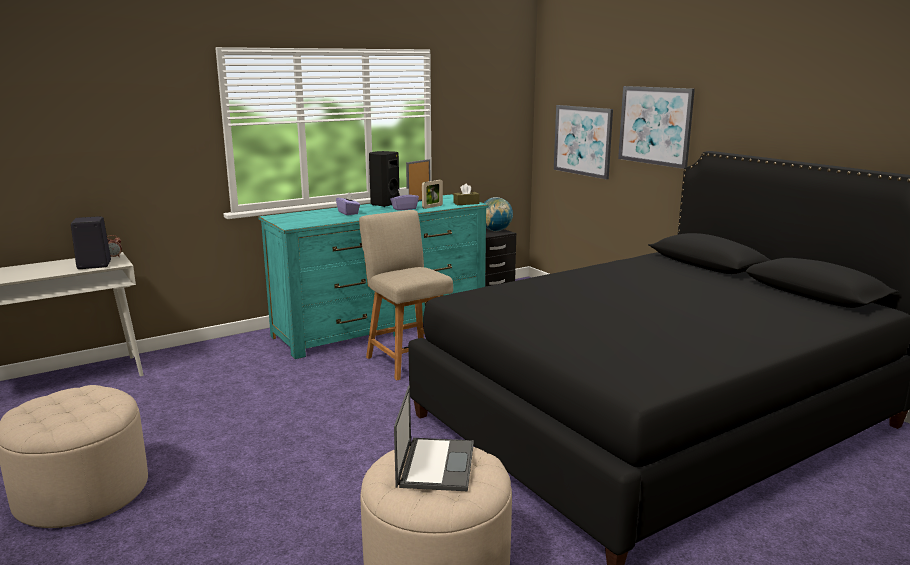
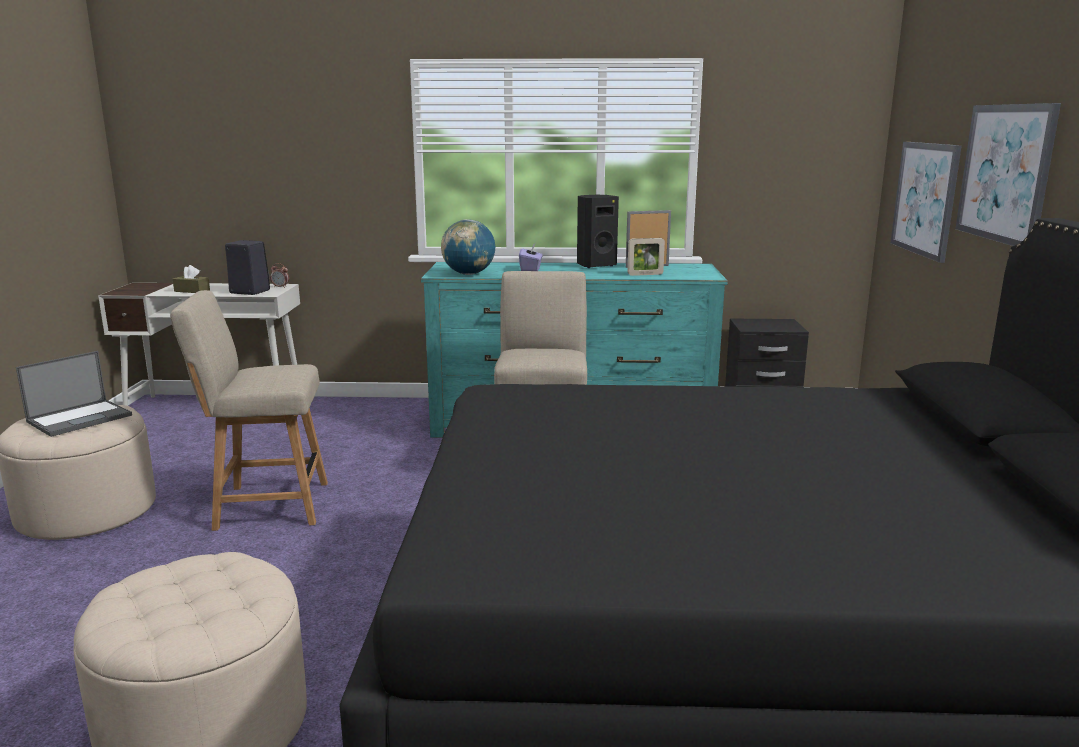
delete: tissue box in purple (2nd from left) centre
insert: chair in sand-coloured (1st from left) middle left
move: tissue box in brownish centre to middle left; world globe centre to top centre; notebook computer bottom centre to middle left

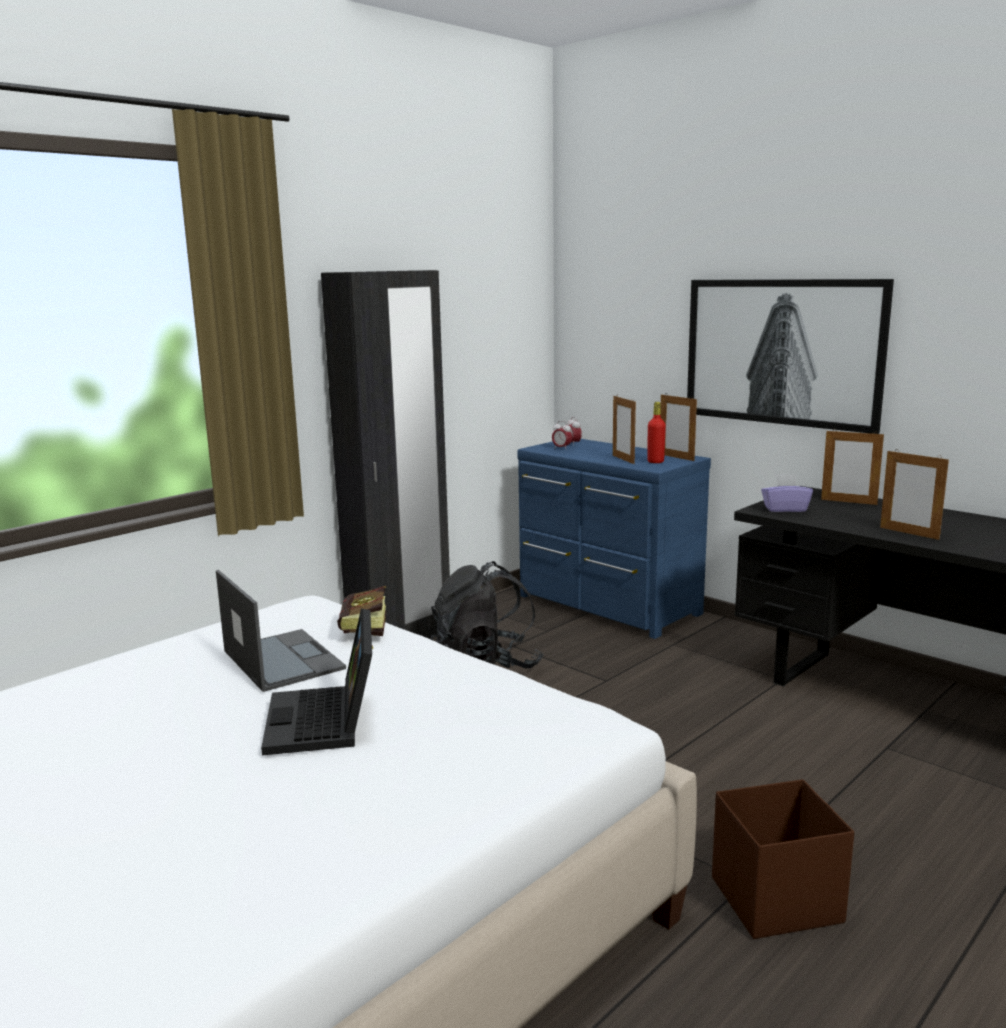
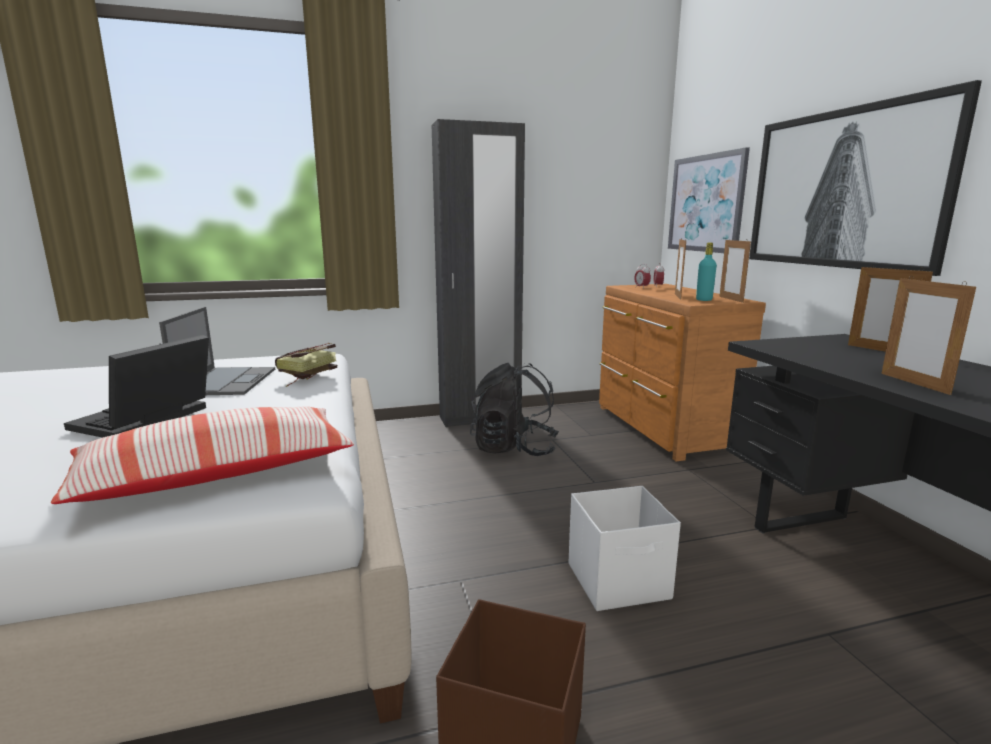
delete: tissue box in purple middle right
insert: picture (1st from left) top right; pillow middle left; storage container in white-coloured bottom centre
recolor: bottle in reddish centre to bottle in turquoise middle right; chest of drawers in blue centre to chest of drawers in brownish middle right

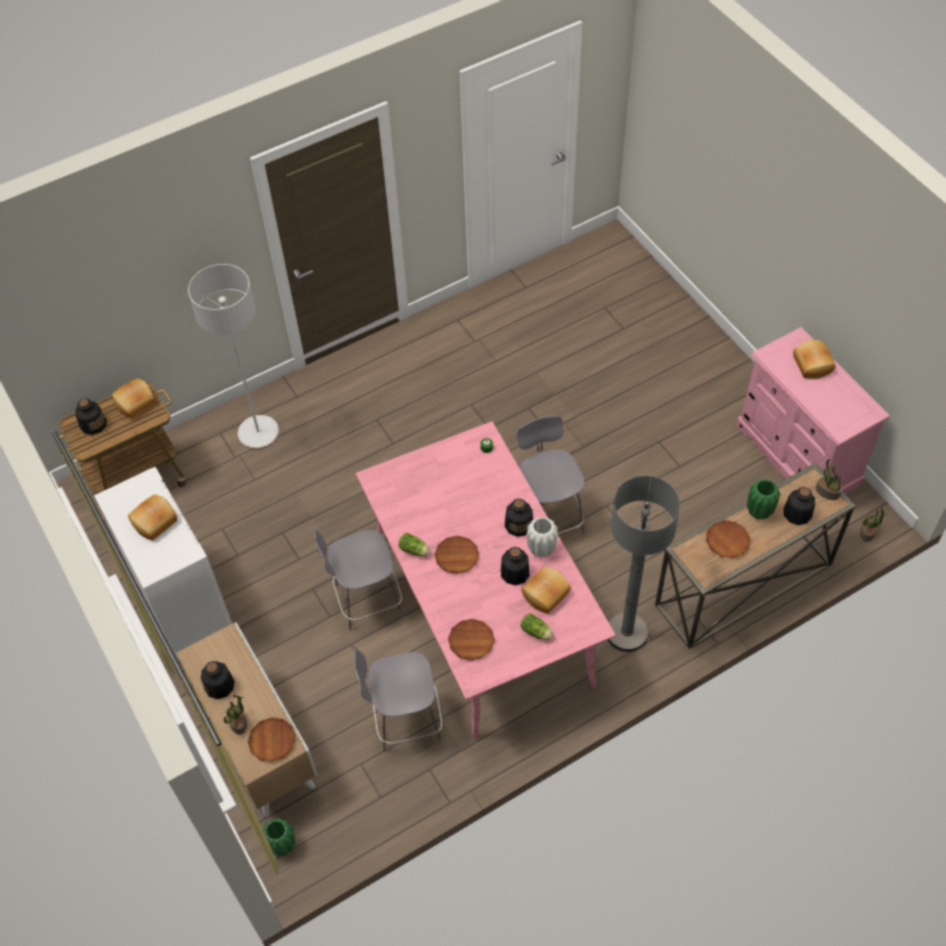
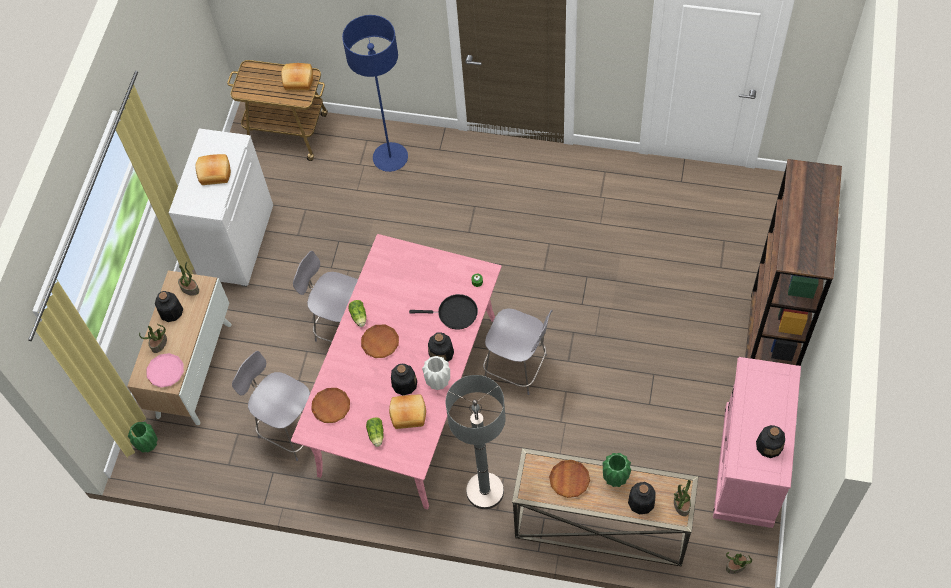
delete: bread (4th from left) middle right
insert: bookshelf in brownish middle right; houseplant (2nd from left) middle left; frying pan in black centre
move: bottle (1st from left in the first image) middle left to bottle (5th from left) bottom right
recolor: standard lamp in grey (1st from left) middle left to standard lamp in blue top centre; dinner plate in brownish (1st from left) bottom left to dinner plate in pinkish middle left
rotate: chair in grey (3rd from left) centre = centre 90 degrees clockwise

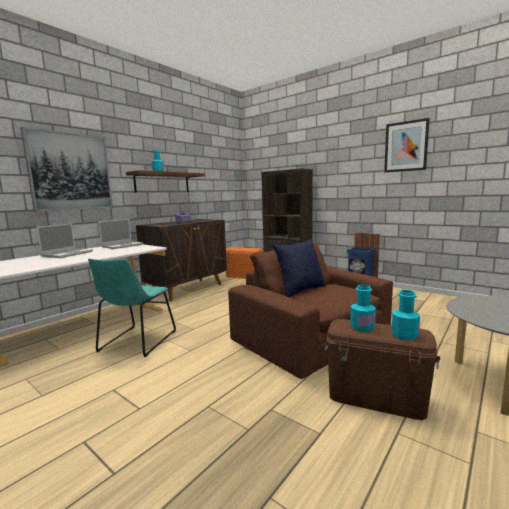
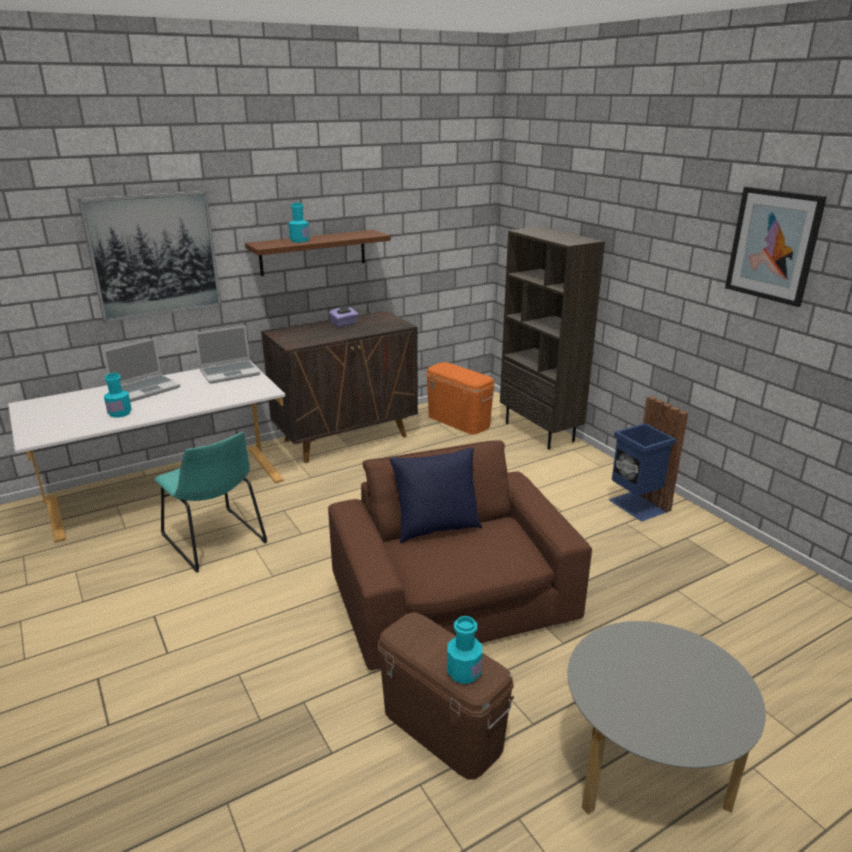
move: bottle in turquoise (2nd from left in the first image) middle right to bottle in turquoise (1st from left) middle left
rotate: chair in turquoise middle left = middle left 75 degrees counterclockwise

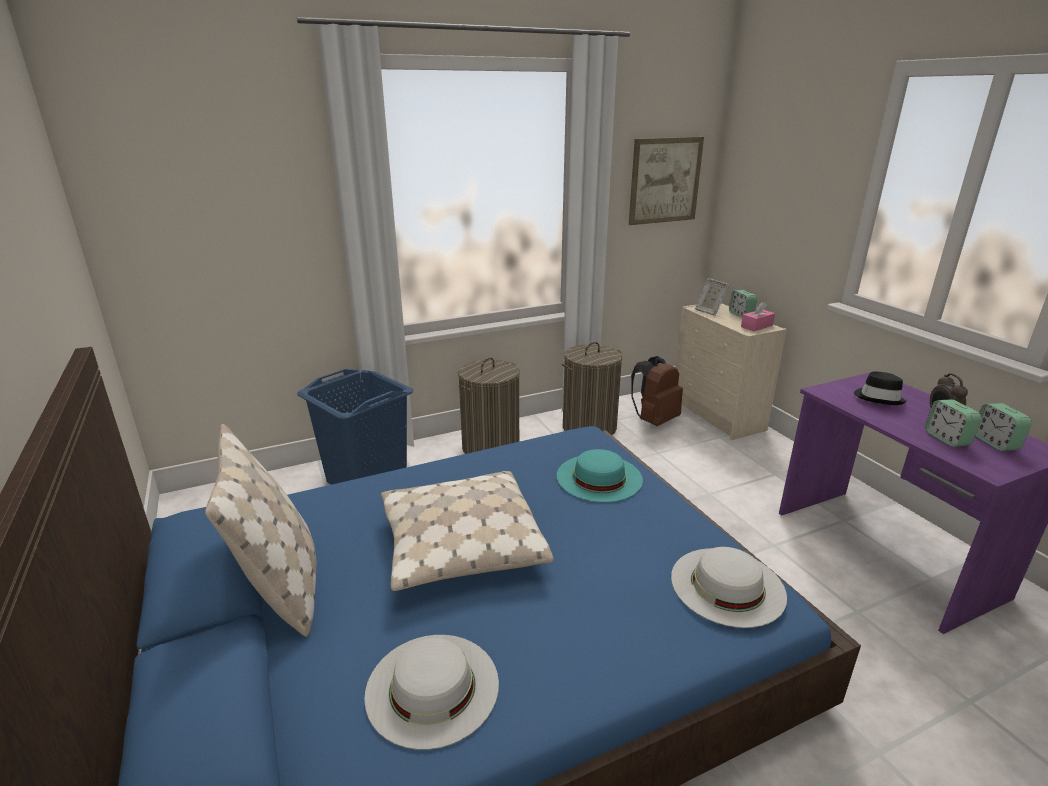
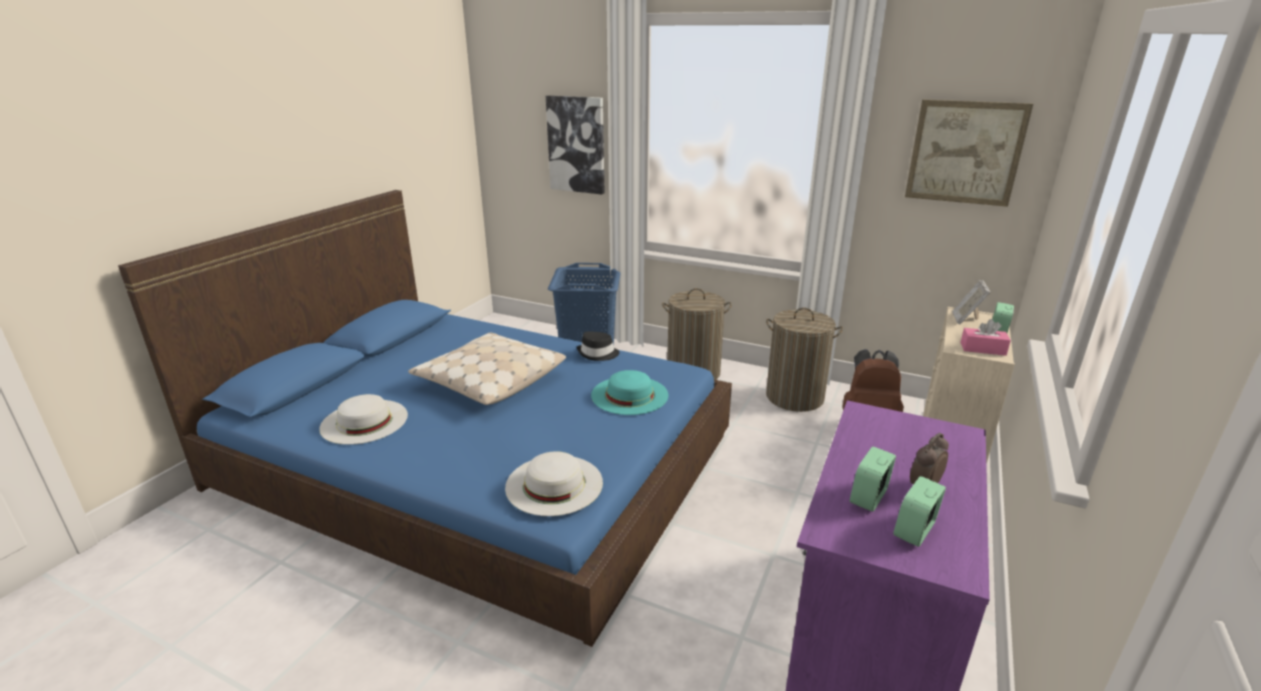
delete: pillow in sand-coloured (1st from left) bottom left
insert: picture (1st from left) top centre
move: hat in black middle right to centre

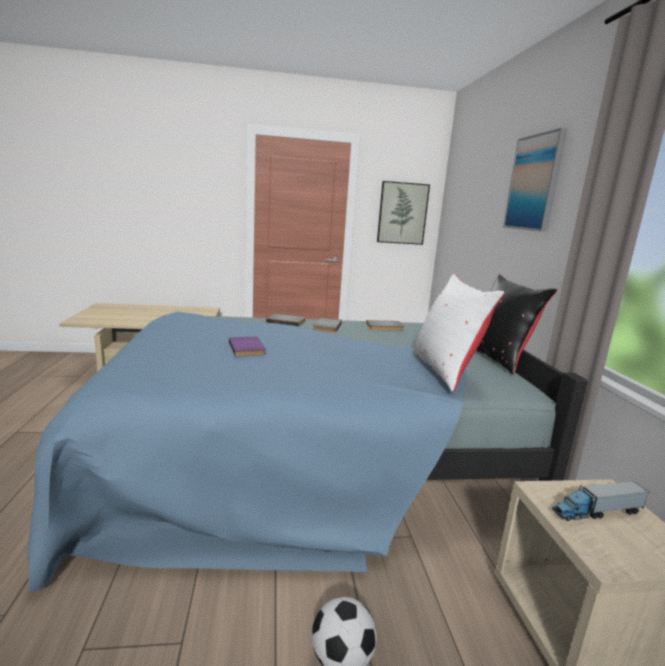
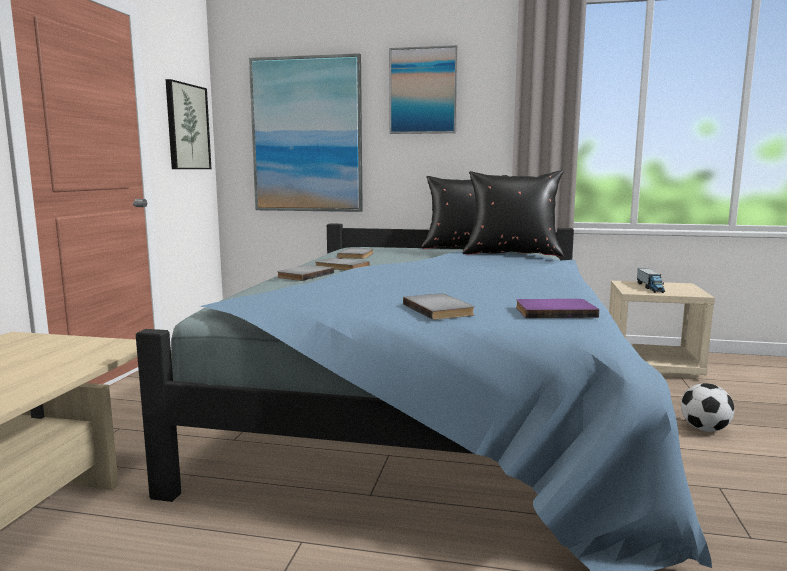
insert: picture (2nd from left) top centre; book in grey (4th from left) centre
move: book in purple centre to middle right
recolor: pillow in white-coloured middle right to pillow in black (2nd from left) centre

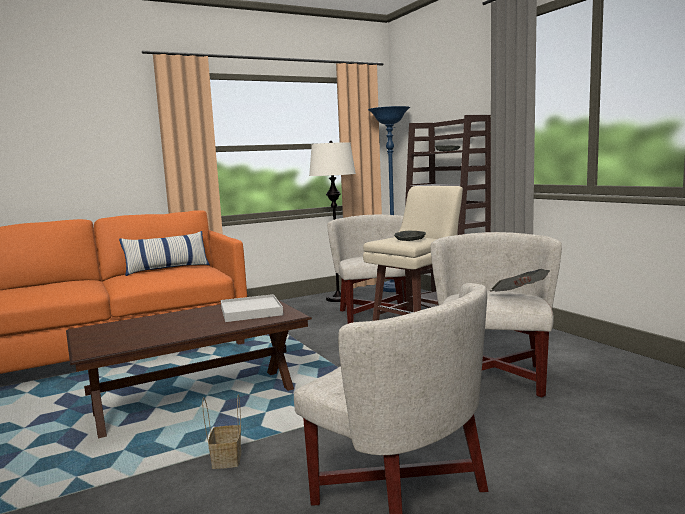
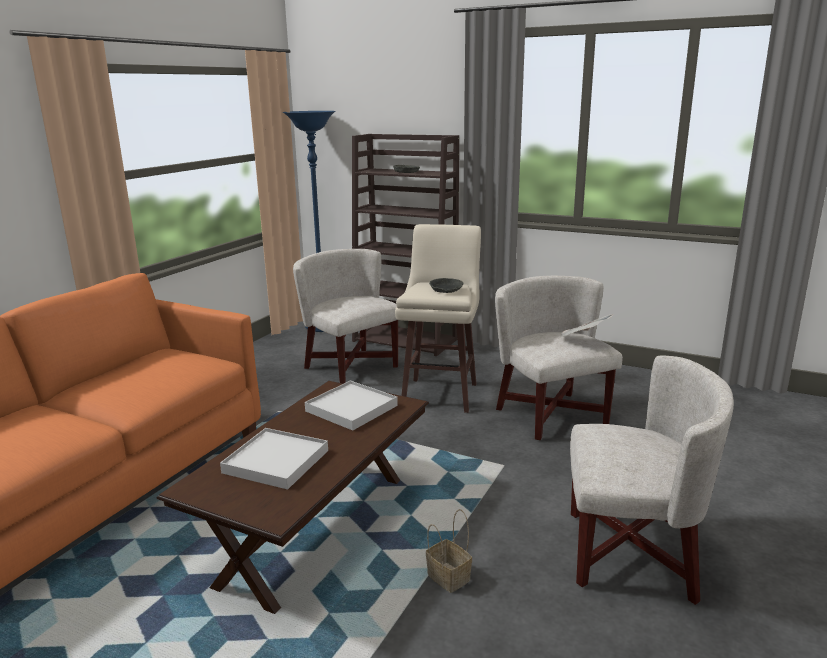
delete: standard lamp in white-coloured centre; pillow middle left
insert: carrying tray in white-coloured (1st from left) bottom left

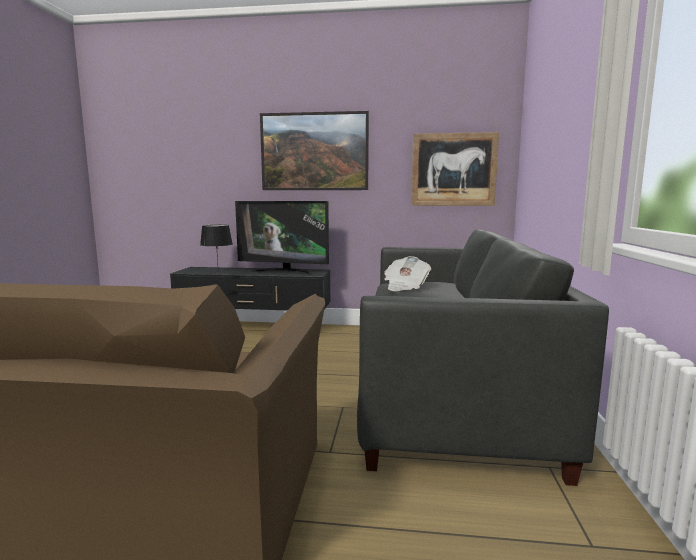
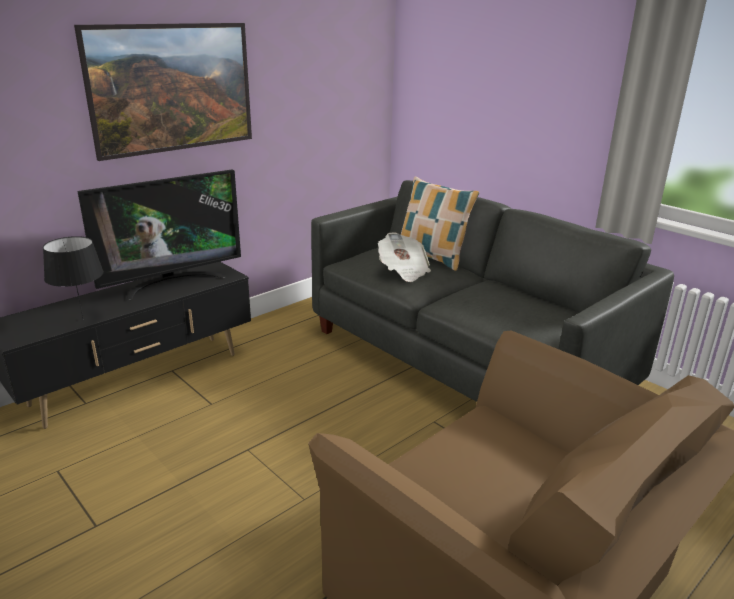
delete: picture (2nd from left) top centre
insert: pillow centre

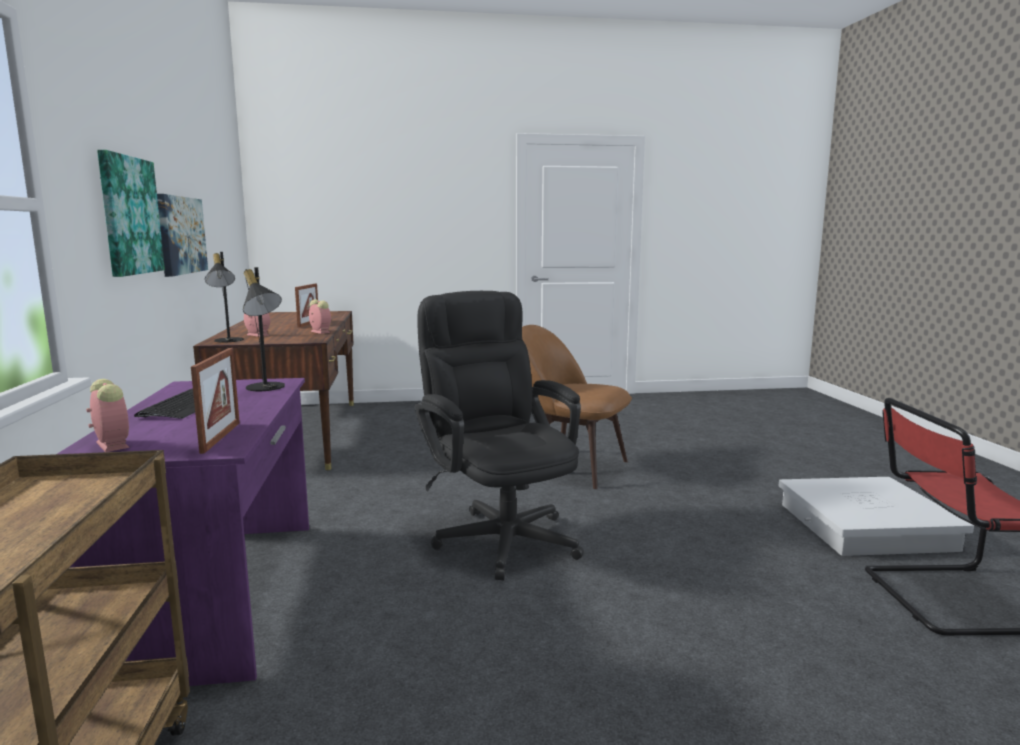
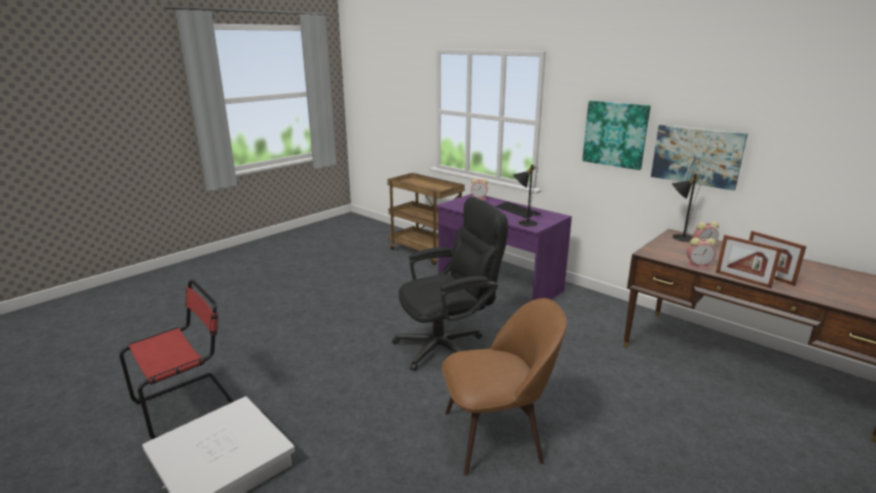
move: photo frame (1st from left) middle left to middle right
rotate: computer chair in black centre = centre 45 degrees counterclockwise

